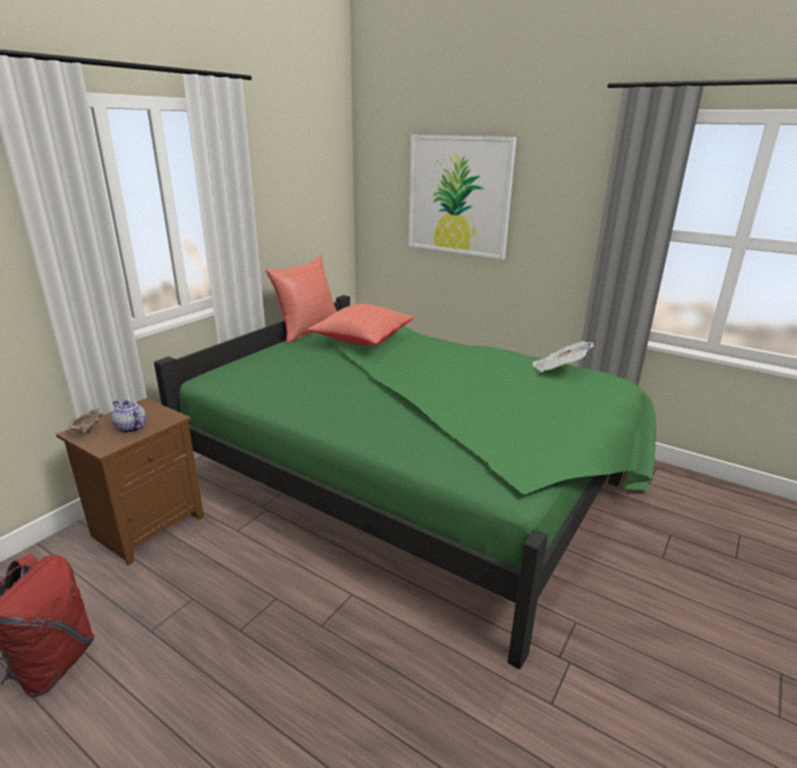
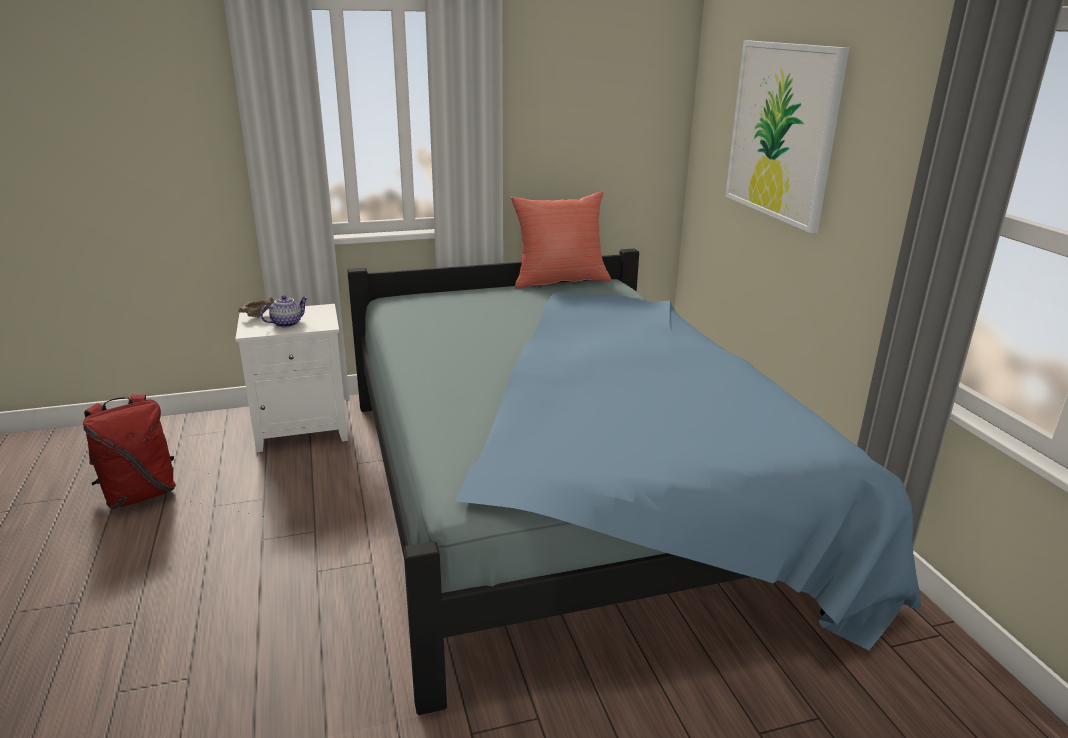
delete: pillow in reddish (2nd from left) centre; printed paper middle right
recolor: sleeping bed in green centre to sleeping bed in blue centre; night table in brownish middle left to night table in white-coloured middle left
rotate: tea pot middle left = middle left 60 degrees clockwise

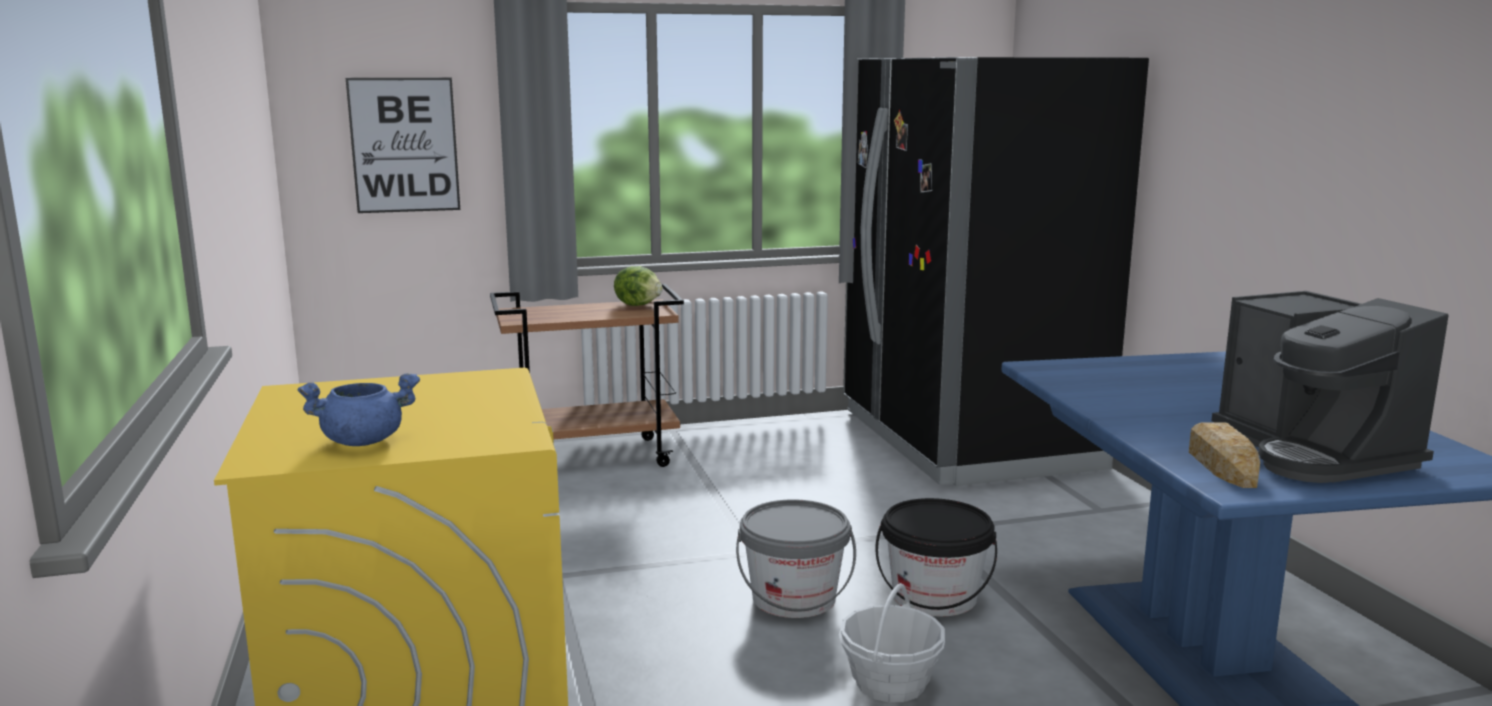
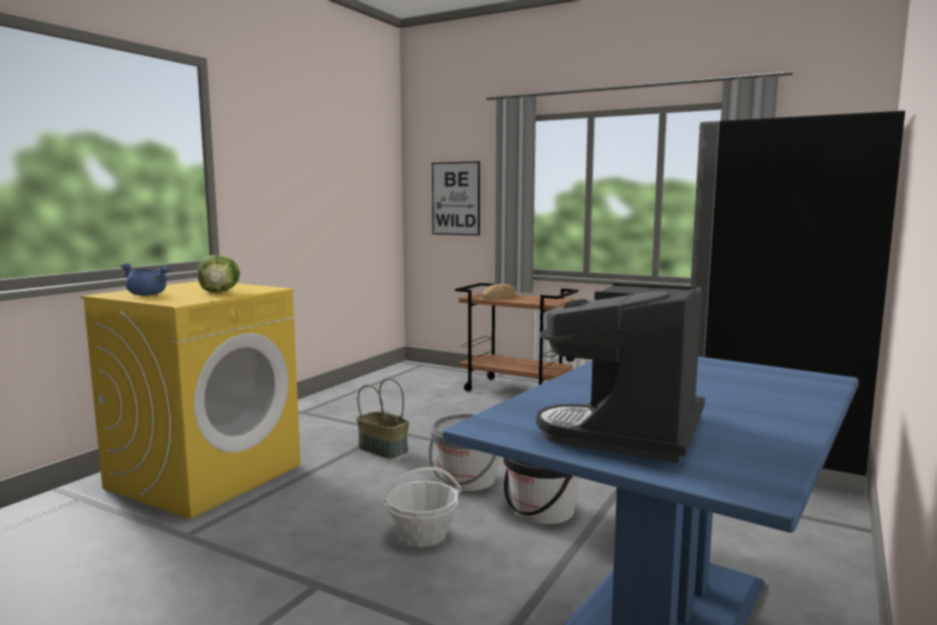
insert: storage basket (1st from left) bottom centre
move: lettuce head centre to middle left; bread middle right to centre

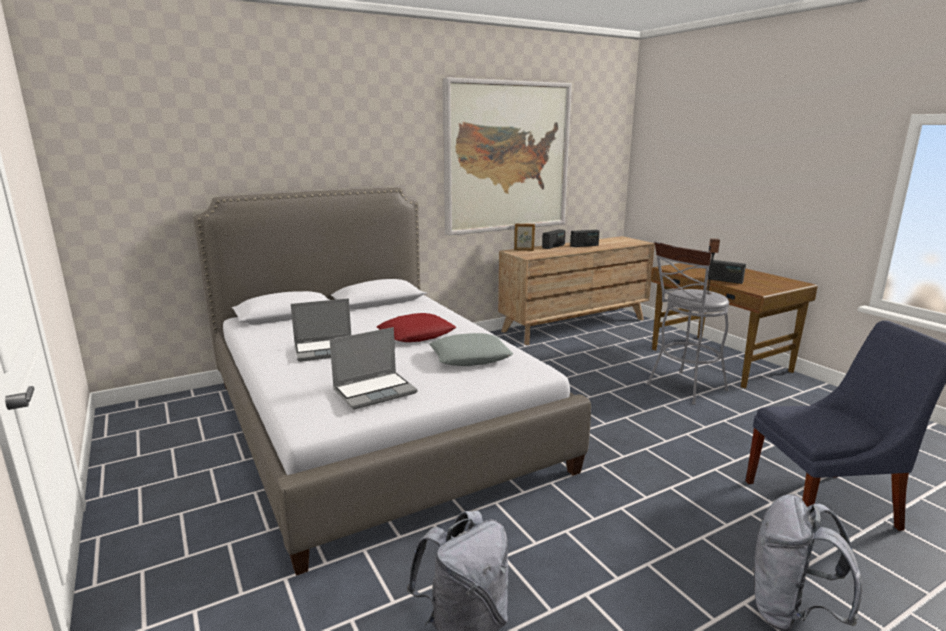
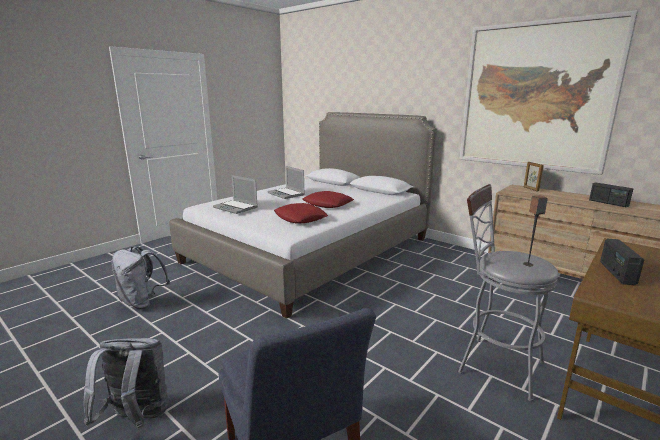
delete: radio set (1st from left) centre
recolor: pillow in grey centre to pillow in reddish (1st from left) centre

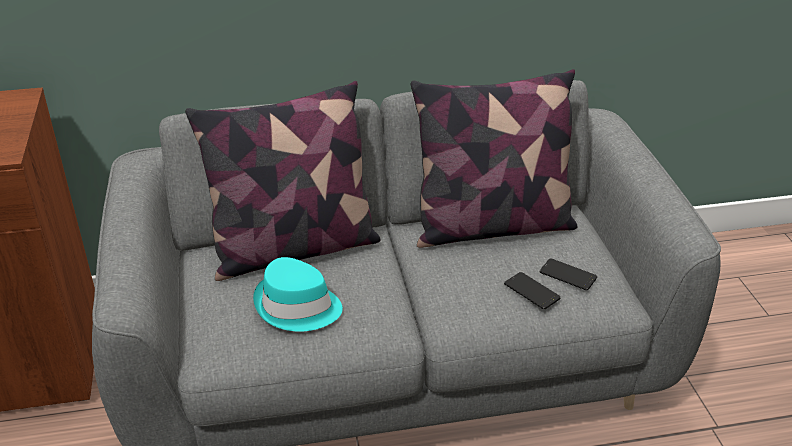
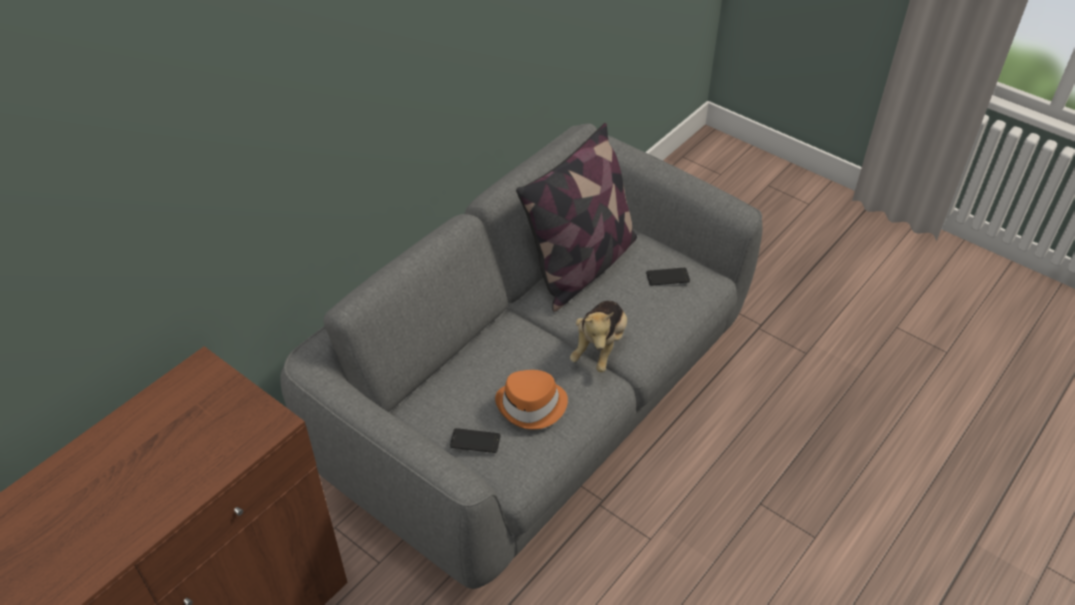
delete: pillow (1st from left) centre
insert: cuddly toy centre
move: phone (1st from left) middle right to bottom centre
recolor: hat in turquoise centre to hat in orange centre

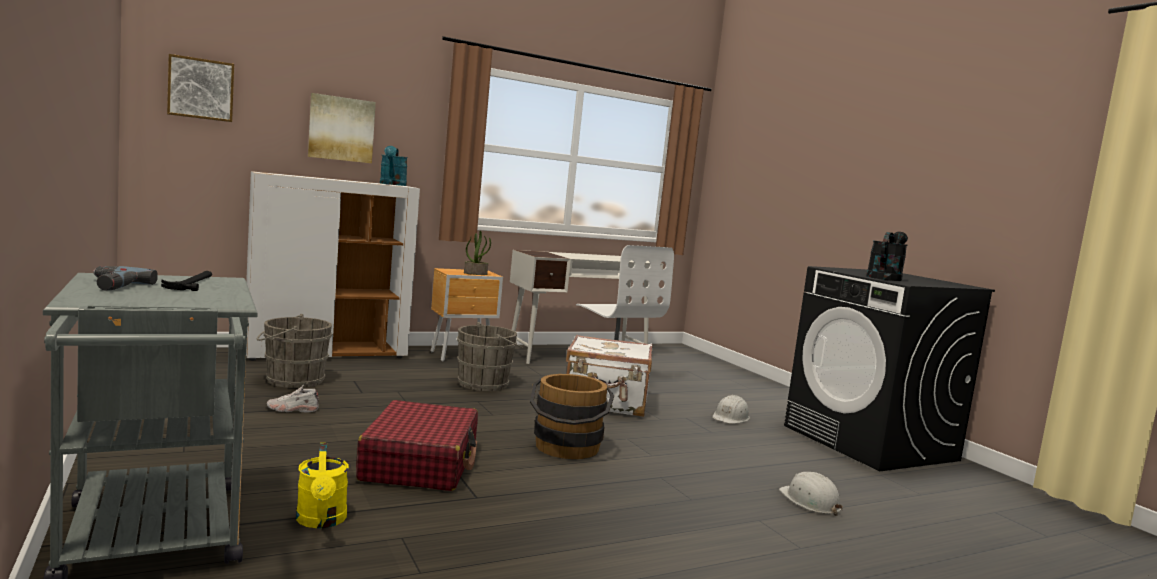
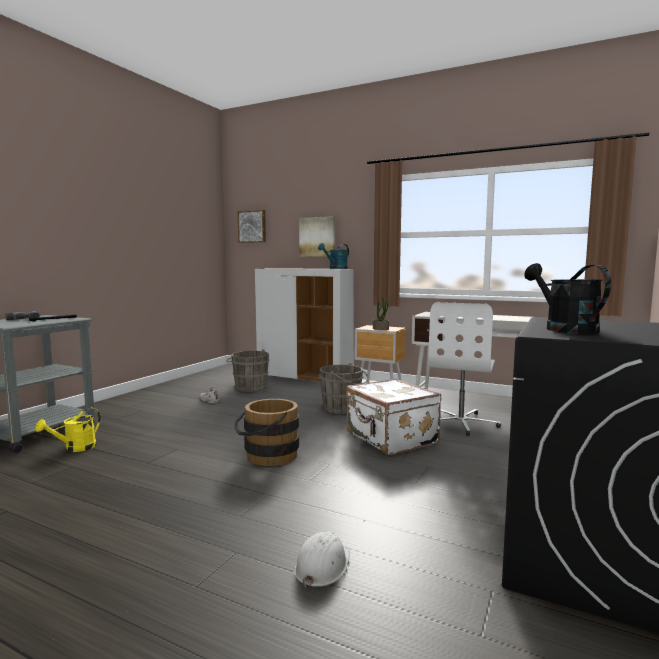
delete: hard hat in white-coloured (1st from left) bottom centre; piece of luggage in reddish bottom centre
rotate: sprinkling can in black middle right = middle right 105 degrees counterclockwise

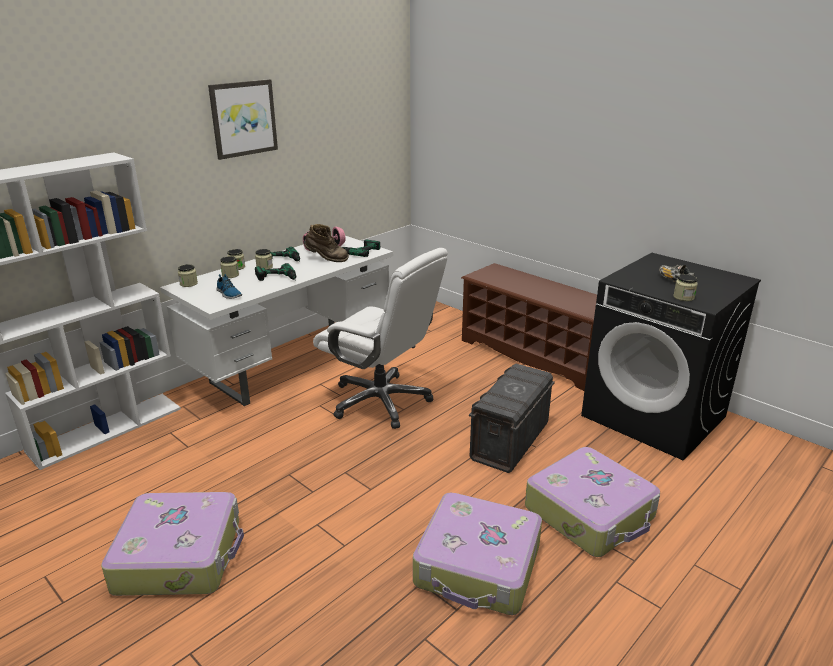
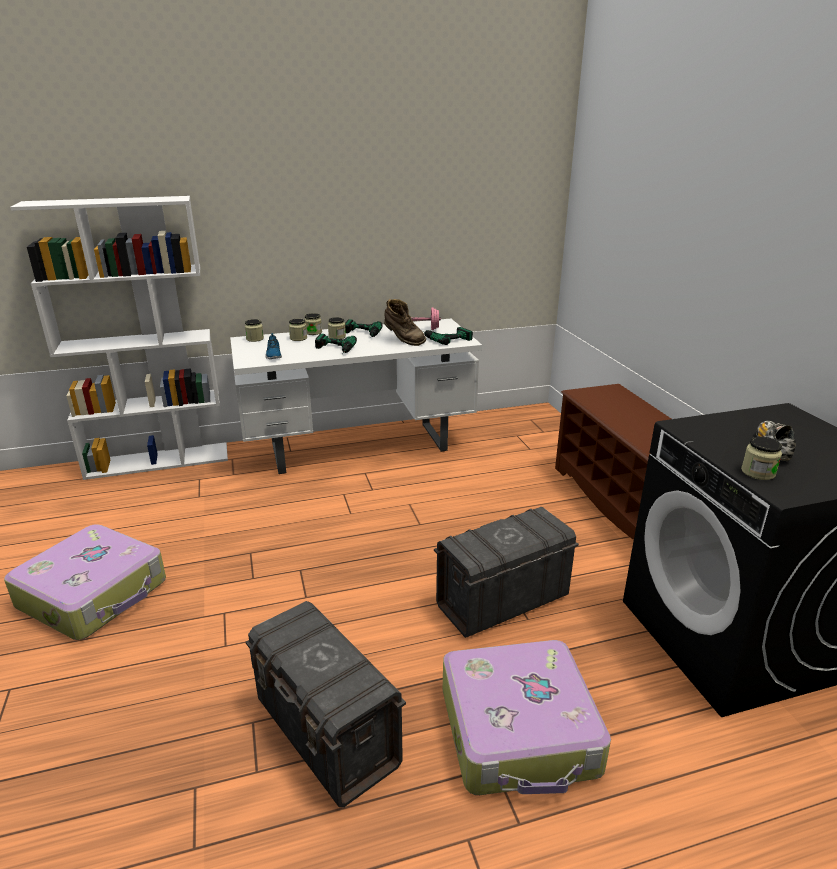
delete: picture top left; computer chair in white-coloured centre
replace: piece of luggage (2nd from left) bottom centre to storage container in grey (1st from left) bottom centre

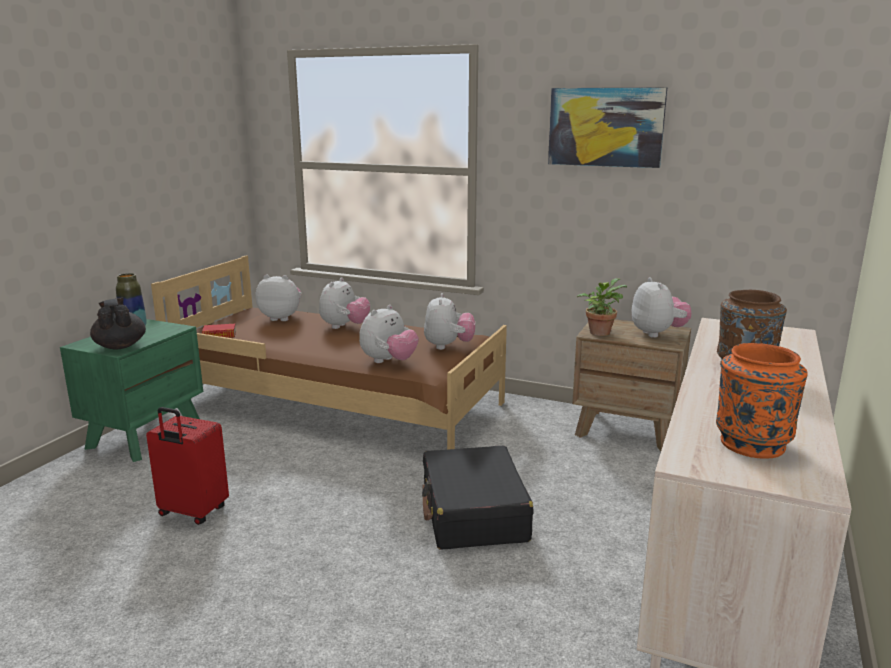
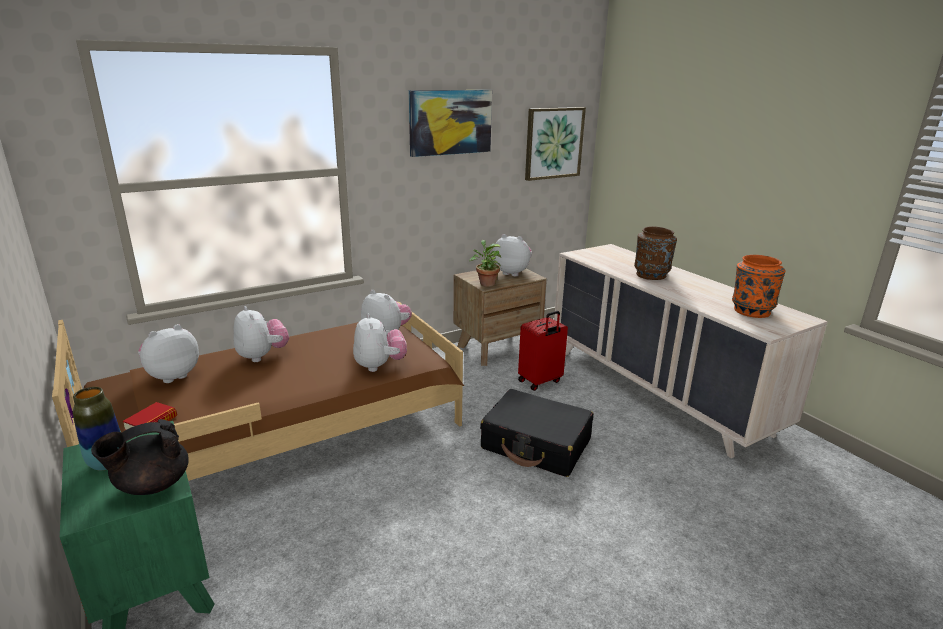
insert: picture (2nd from left) top centre
move: piece of luggage in reddish bottom left to centre
rotate: tea pot in black middle left = bottom left 45 degrees counterclockwise

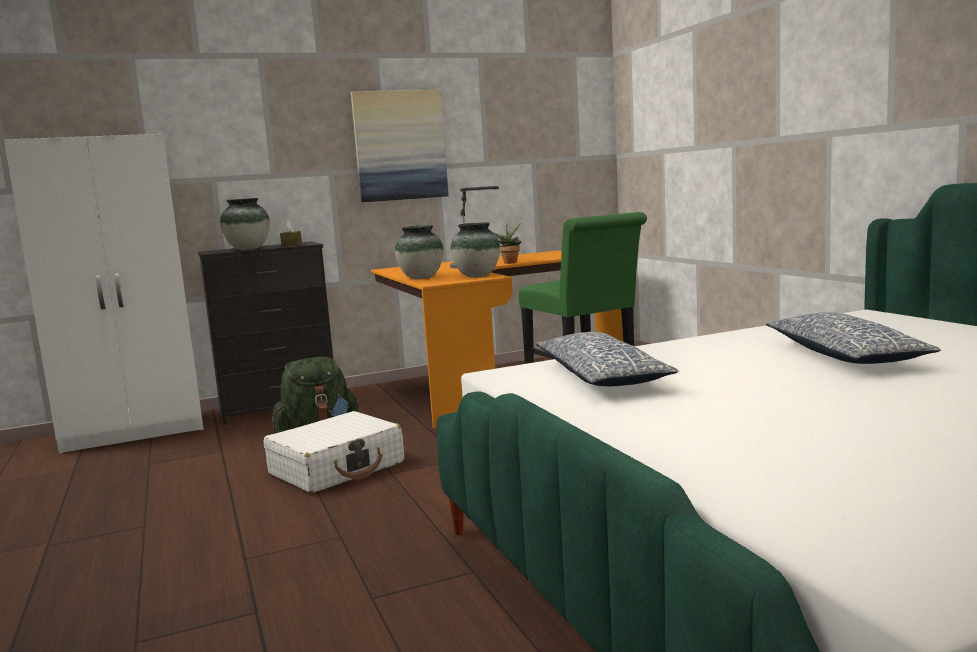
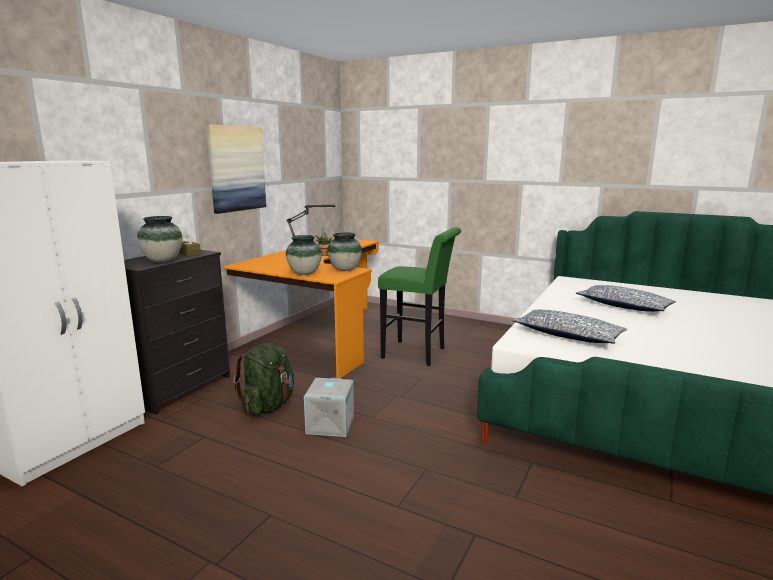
replace: piece of luggage in white-coloured bottom centre to storage container in grey bottom centre

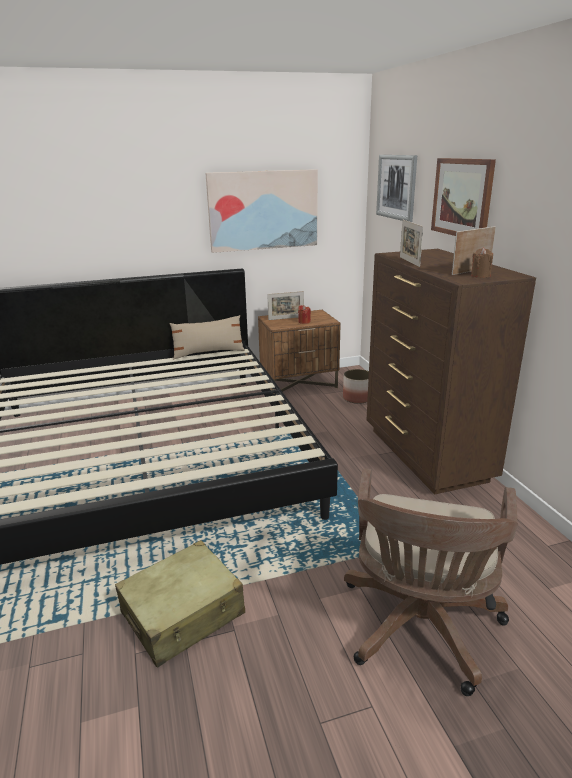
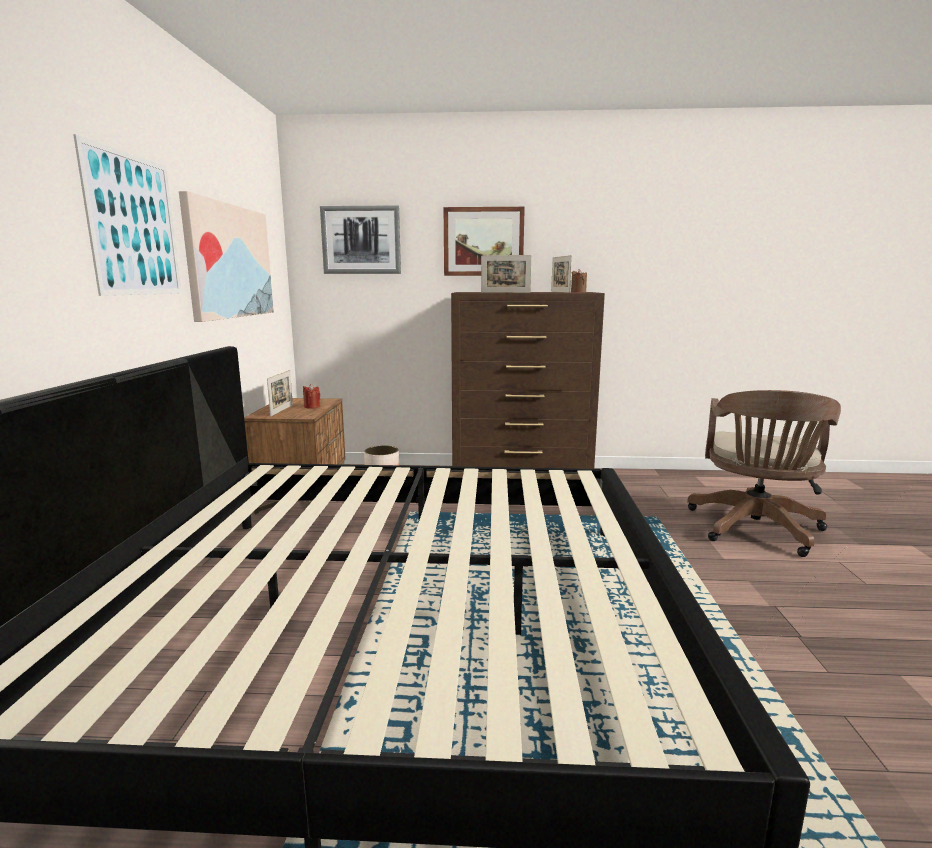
delete: pillow in sand-coloured centre; piece of luggage in sand-coloured bottom left
insert: picture (1st from left) top left
rotate: computer chair in brownish bottom right = middle right 75 degrees clockwise

